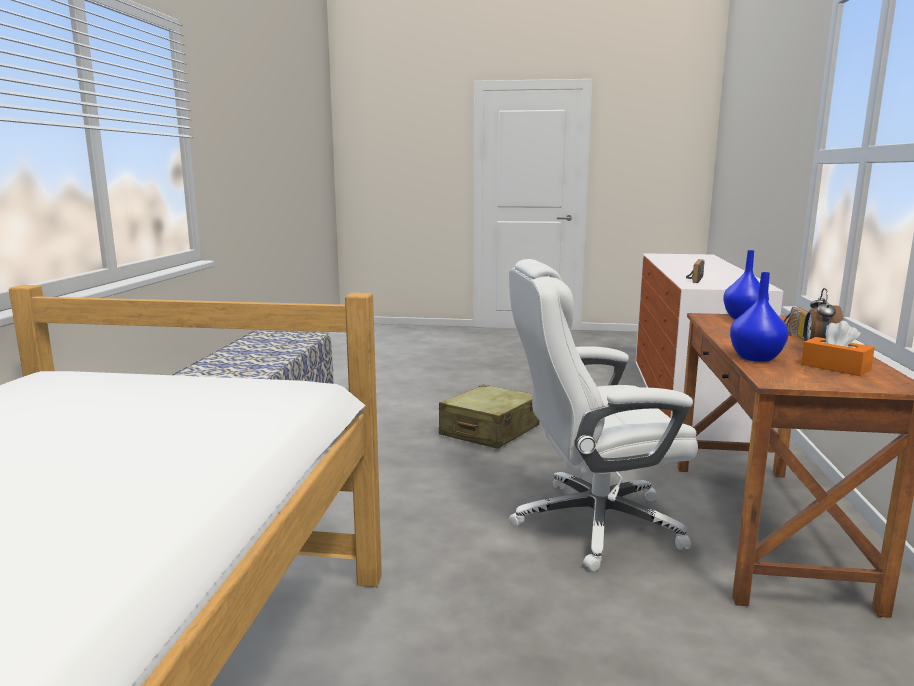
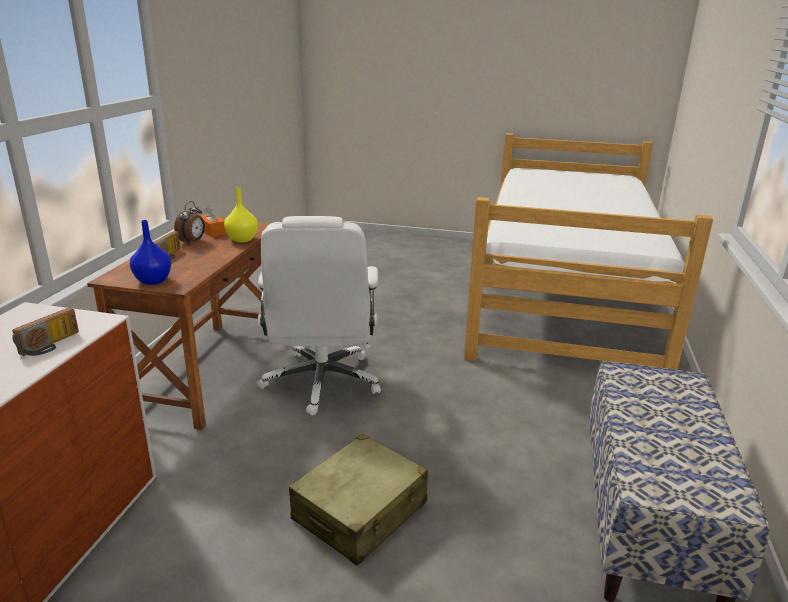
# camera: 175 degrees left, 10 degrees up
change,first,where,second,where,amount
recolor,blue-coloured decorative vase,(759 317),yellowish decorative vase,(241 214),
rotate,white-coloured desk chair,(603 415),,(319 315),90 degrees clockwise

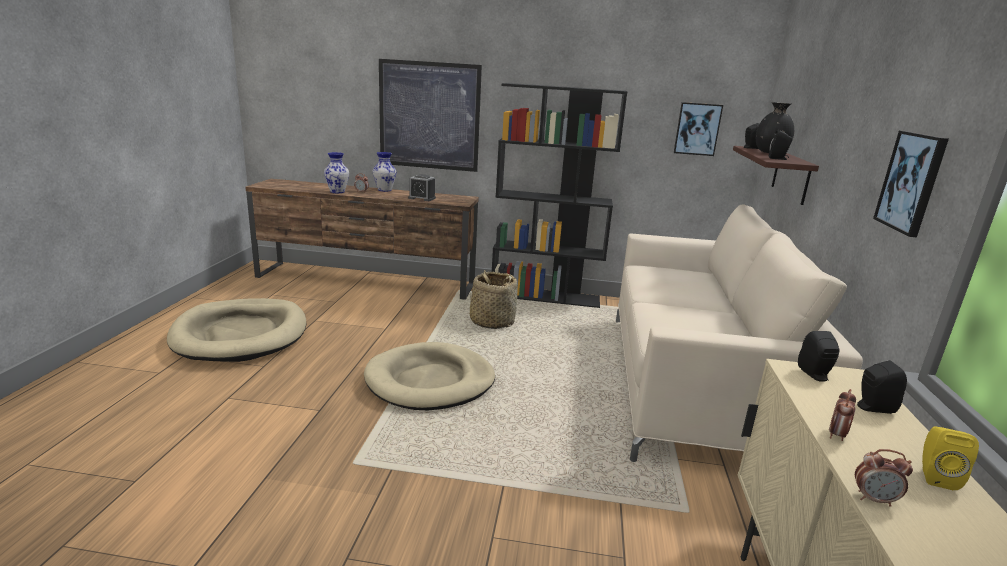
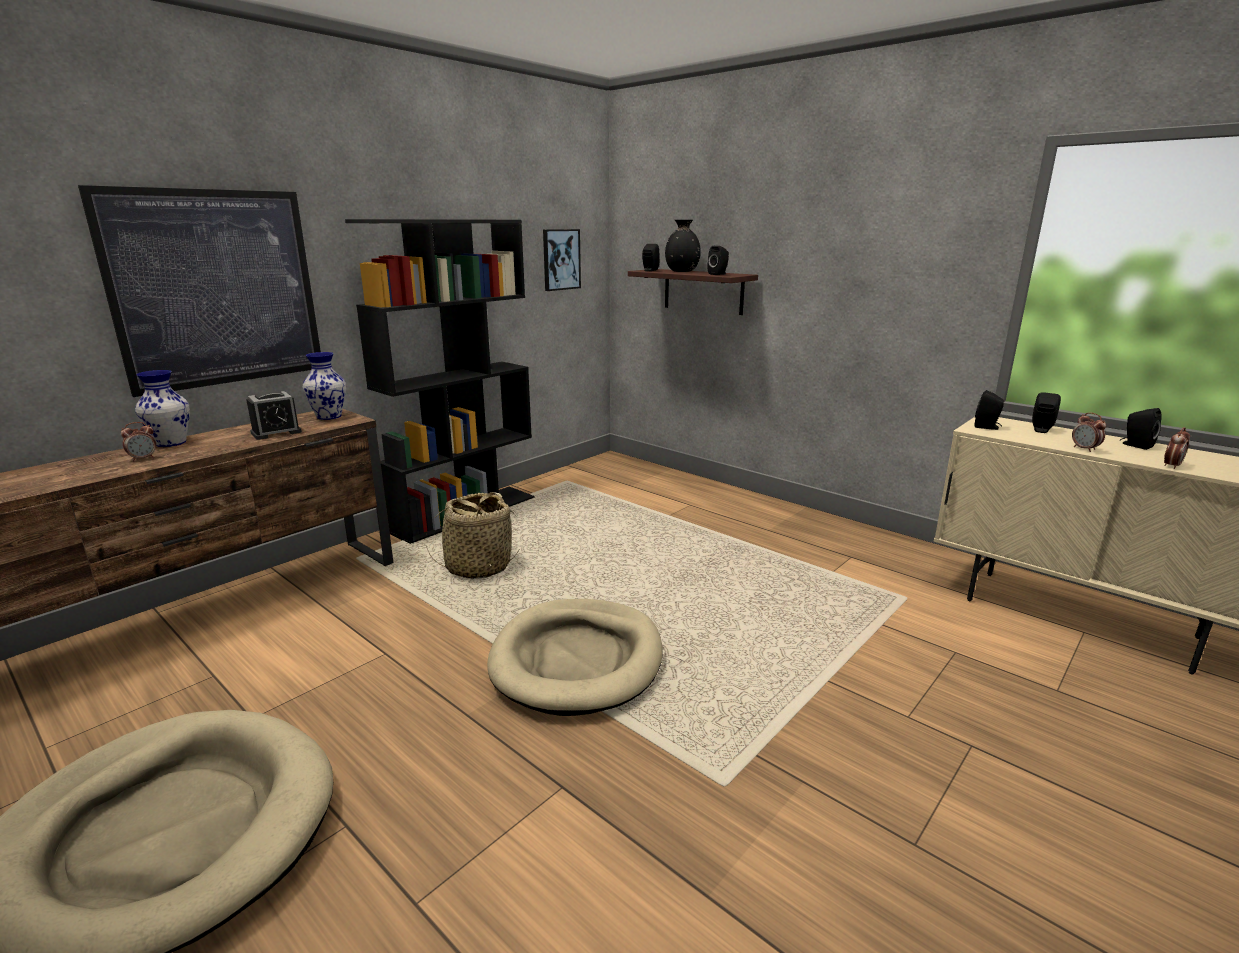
# camera: 55 degrees left, 0 degrees up
change,first,where,second,where,amount
delete,beige sofa,(739 333),,,
delete,picture,(911 184),,,
move,decorative vase,(336 172),,(324 386),
recolor,yellowish loudspeaker,(950 458),black loudspeaker,(1141 429),

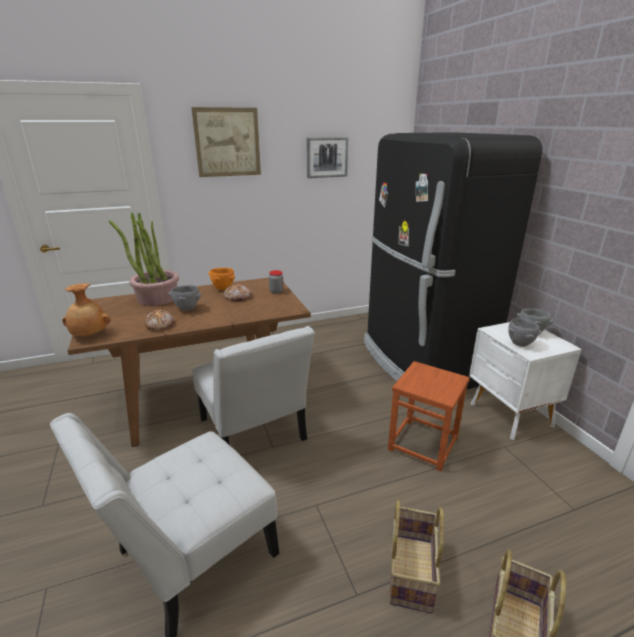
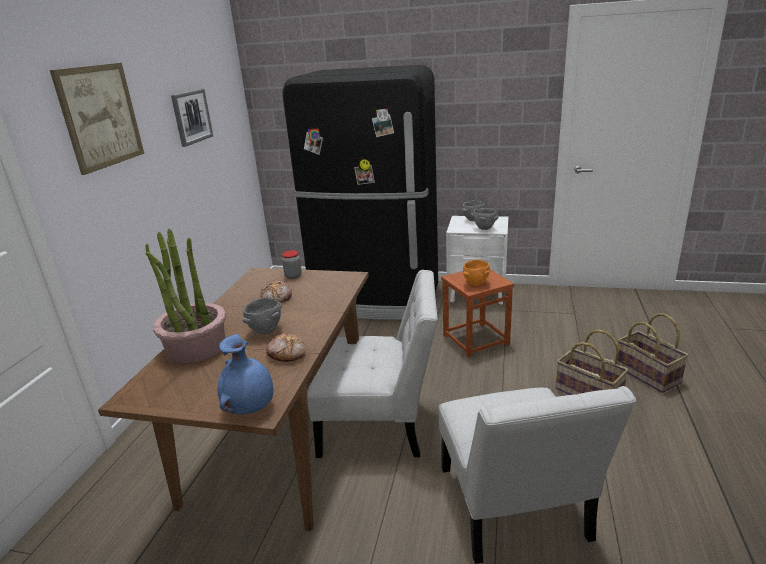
# camera: 55 degrees left, 0 degrees up
change,first,where,second,where,amount
move,orangey bowl,(221 279),,(476 273),
recolor,brownish decorative vase,(86 309),blue-coloured decorative vase,(245 374),

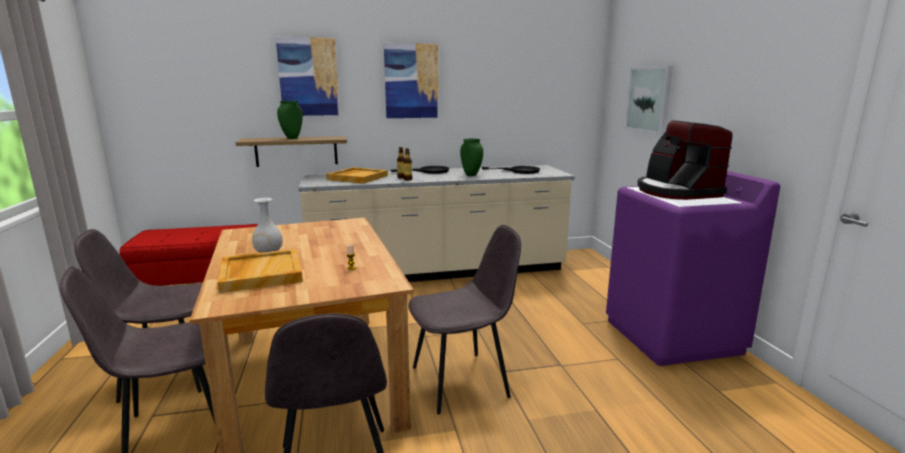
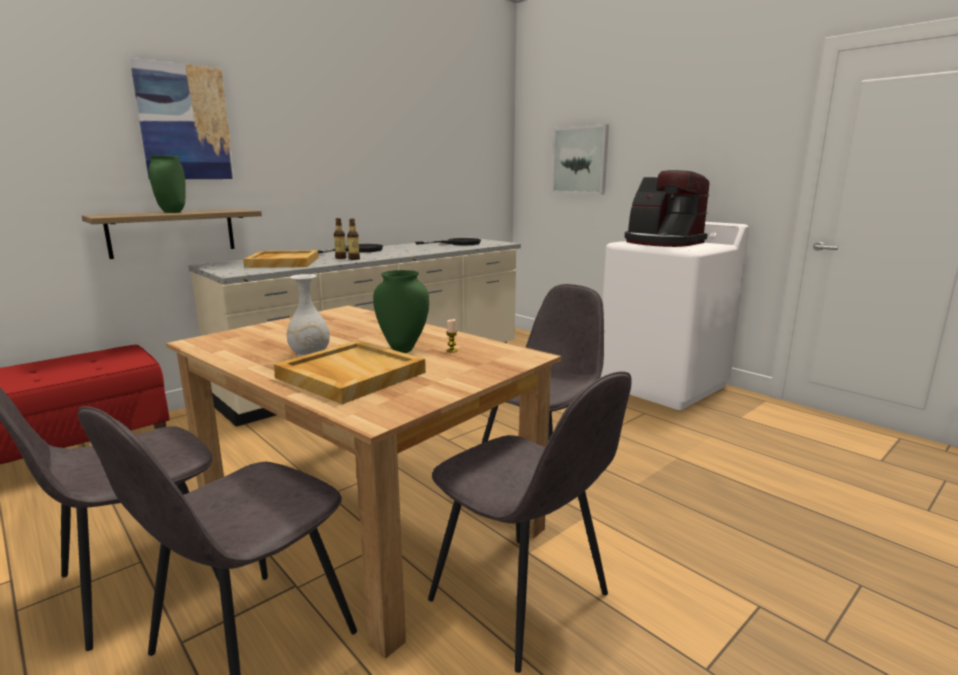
# camera: 30 degrees left, 0 degrees up
change,first,where,second,where,amount
delete,picture,(411 80),,,
move,green-coloured decorative vase,(471 157),,(401 311),
recolor,purple-coloured laundry machine,(693 268),white-coloured laundry machine,(674 316),

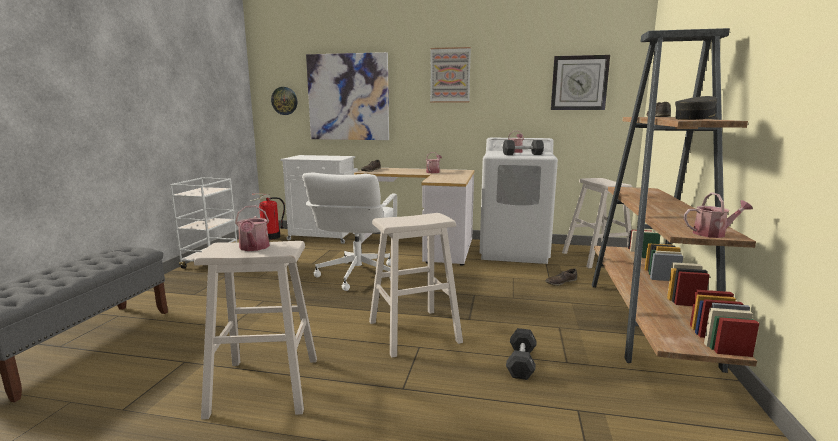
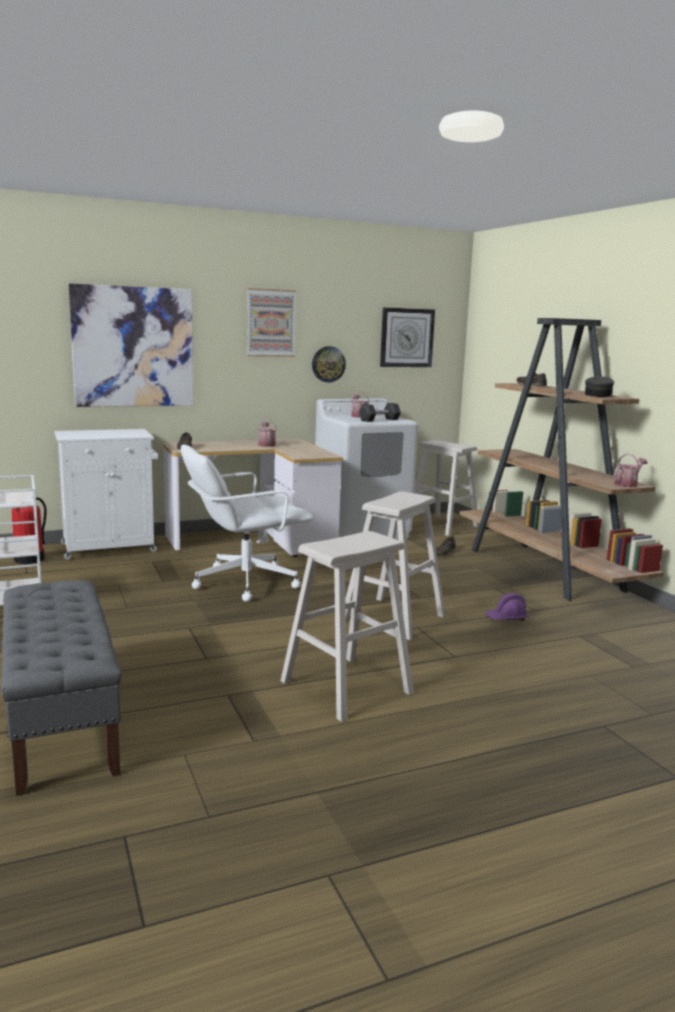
# camera: 35 degrees left, 0 degrees up
change,first,where,second,where,amount
delete,watering pot,(252 228),,,
move,wall clock,(284 101),,(329 364),
replace,black dumbbell,(521 354),purple-coloured work helmet,(507 607),
rotate,white-coloured desk chair,(349 232),,(247 523),90 degrees clockwise

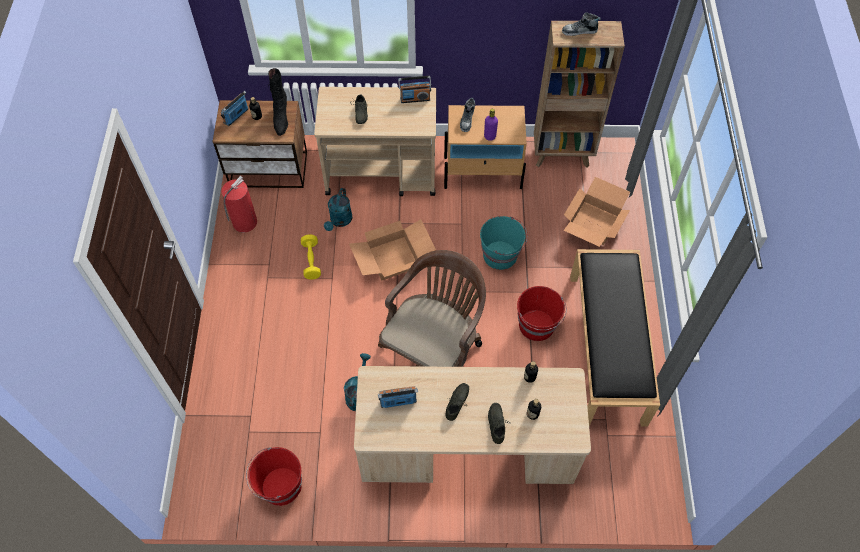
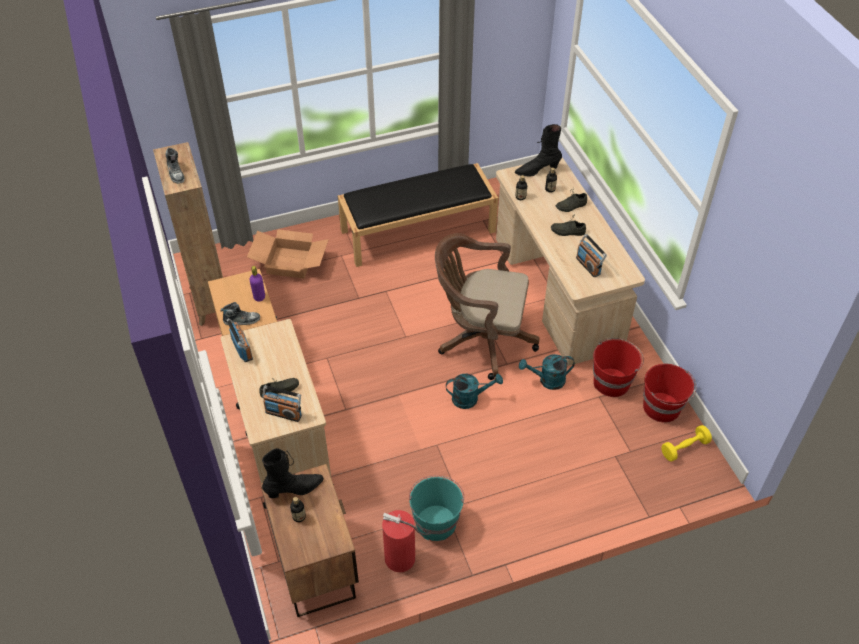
# camera: 110 degrees left, 10 degrees down
change,first,where,second,where,amount
delete,cardboard box,(392 250),,,
insert,,,black tall boot,(538 150),
move,radio set,(234 108),,(282 403),
move,yellowish dumbbell,(311 257),,(686 443),
move,blue-green watering pot,(338 209),,(474 391),
move,blue-green pail,(504 243),,(436 508),
move,reddish pail,(542 313),,(618 367),

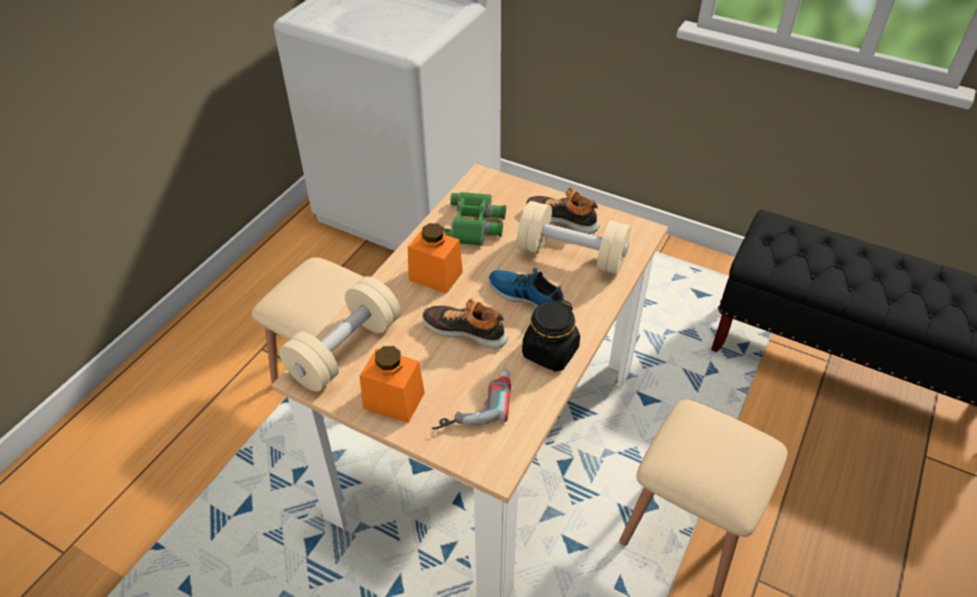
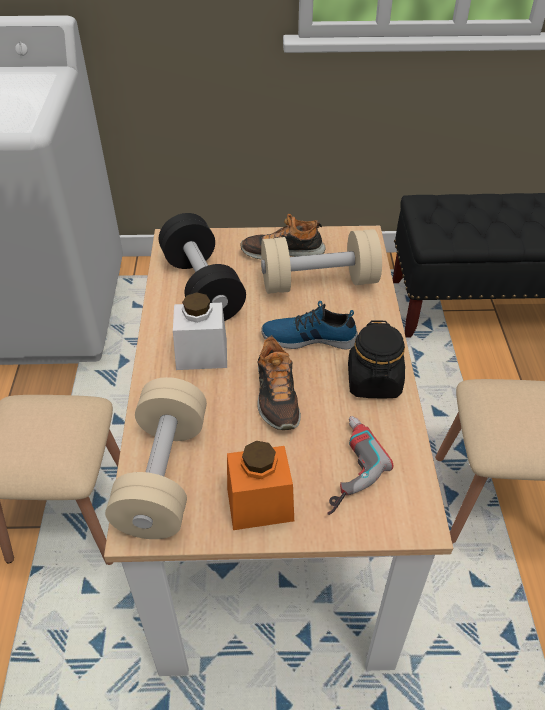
# camera: 30 degrees left, 0 degrees up
change,first,where,second,where,amount
replace,green-coloured pair of binoculars,(474 219),black dumbbell,(202 267),
recolor,orangey jar,(435 258),white-coloured jar,(200 331),
rotate,low shoe,(465 323),,(279 382),90 degrees counterclockwise

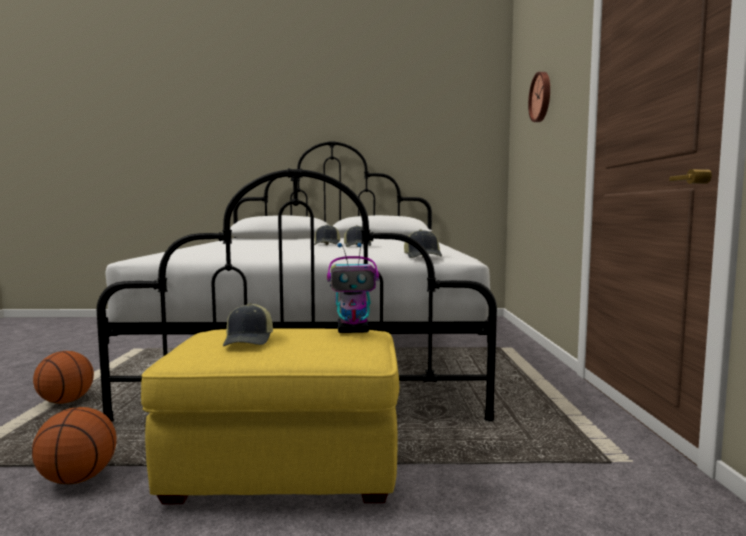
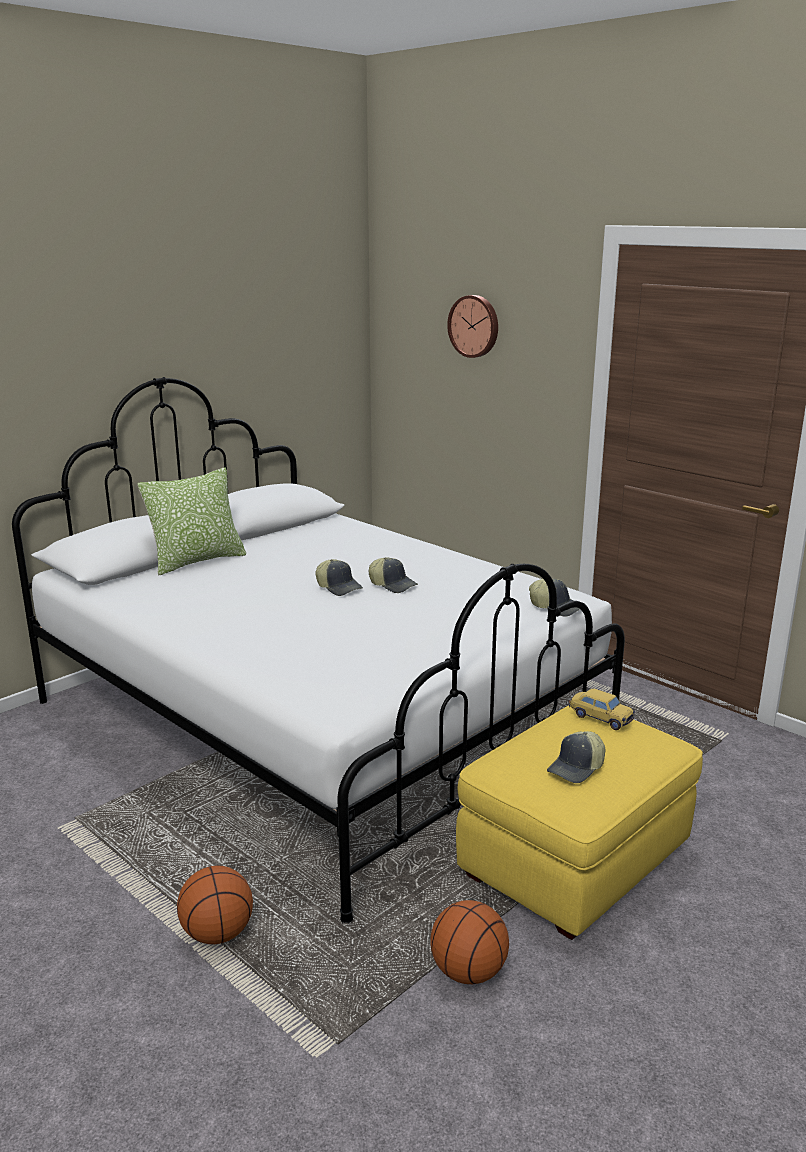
# camera: 45 degrees left, 15 degrees up
change,first,where,second,where,amount
insert,,,throw pillow,(191 521),
replace,robot figure,(353 288),model car,(602 709),
rotate,baseball cap,(248 324),,(576 757),90 degrees clockwise

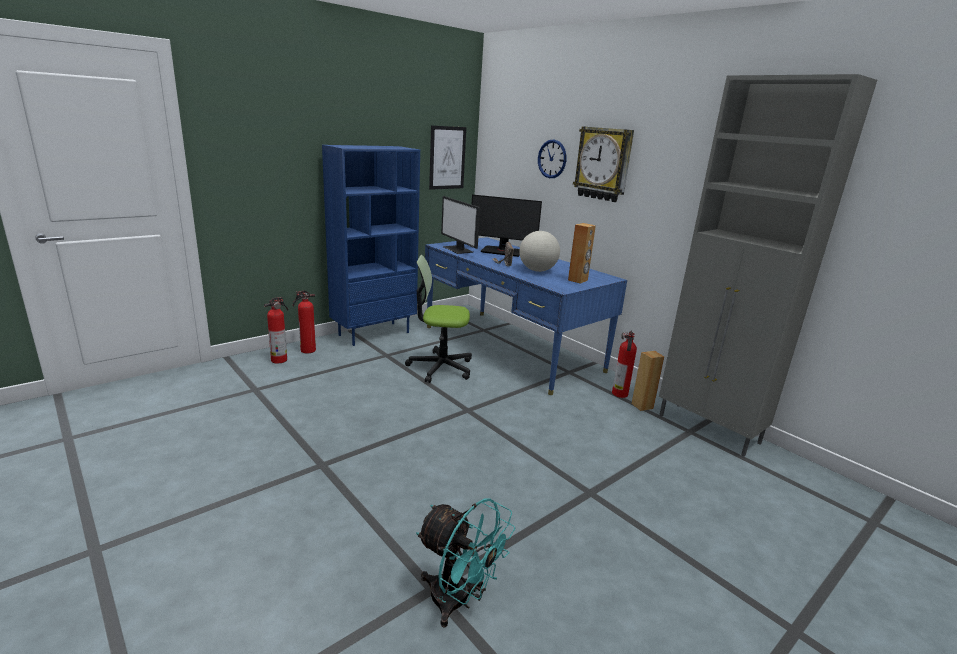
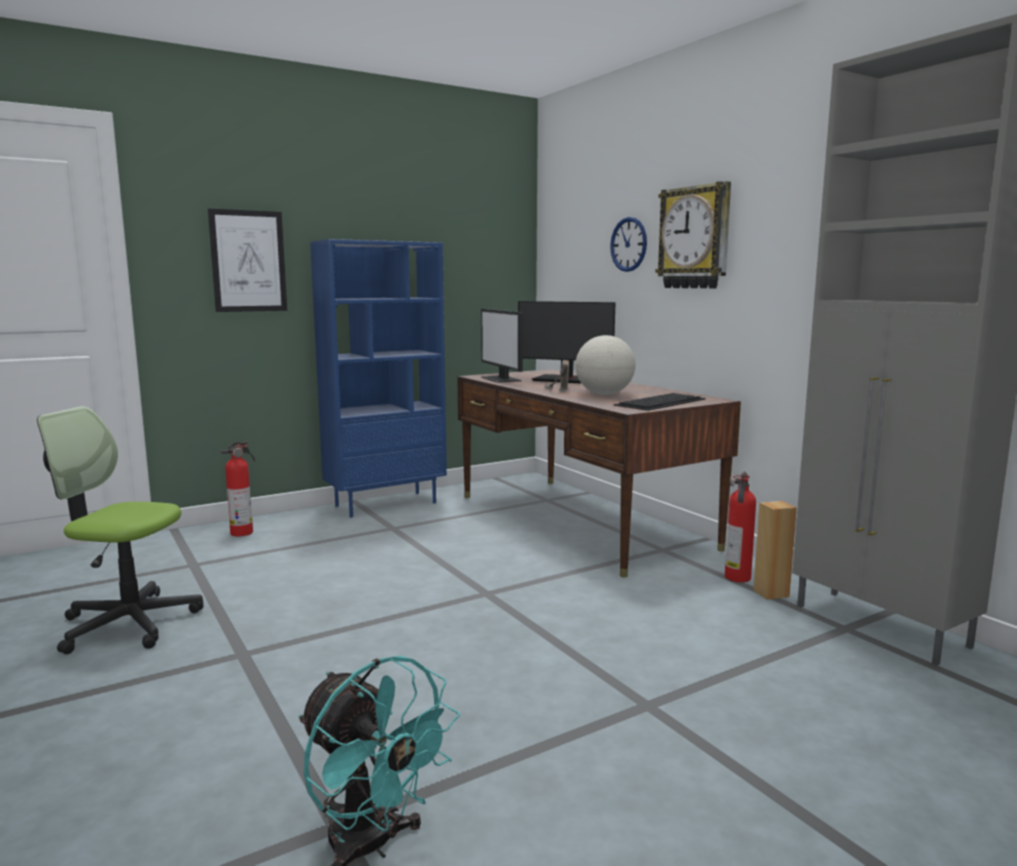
# camera: 10 degrees right, 10 degrees down
change,first,where,second,where,amount
delete,extinguisher,(304 322),,,
move,desk chair,(438 319),,(120 530),
move,picture,(447 158),,(247 260),
replace,brownish loudspeaker,(582 253),computer keyboard,(660 402),
recolor,blue-coloured desk unit,(526 316),brownish desk unit,(599 473),

